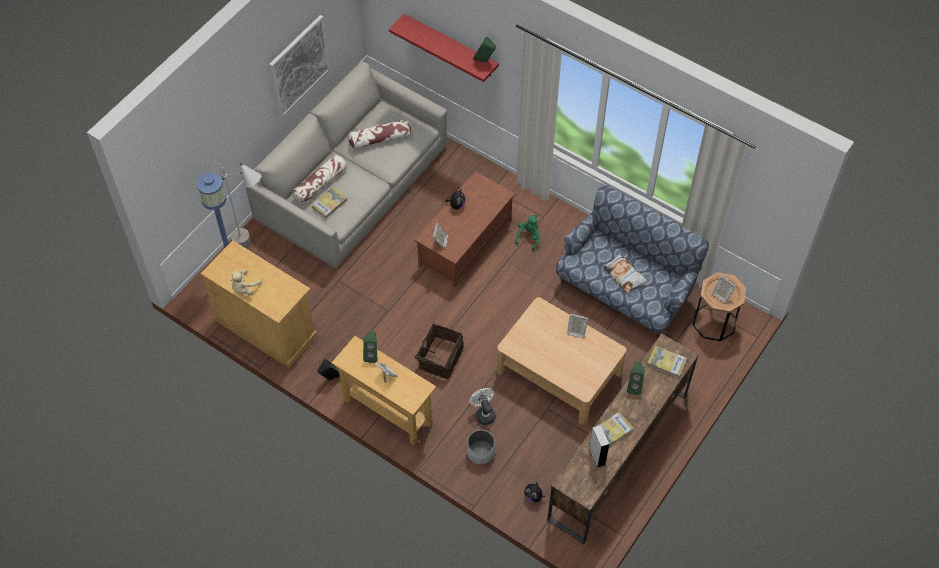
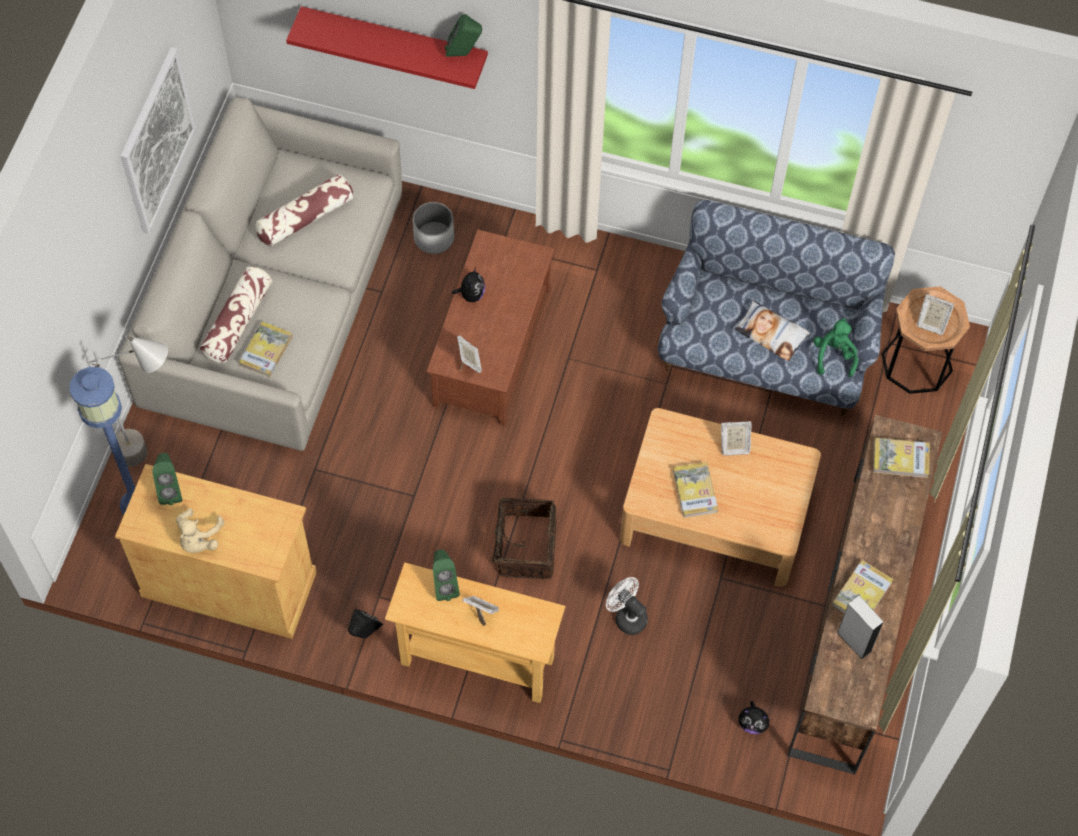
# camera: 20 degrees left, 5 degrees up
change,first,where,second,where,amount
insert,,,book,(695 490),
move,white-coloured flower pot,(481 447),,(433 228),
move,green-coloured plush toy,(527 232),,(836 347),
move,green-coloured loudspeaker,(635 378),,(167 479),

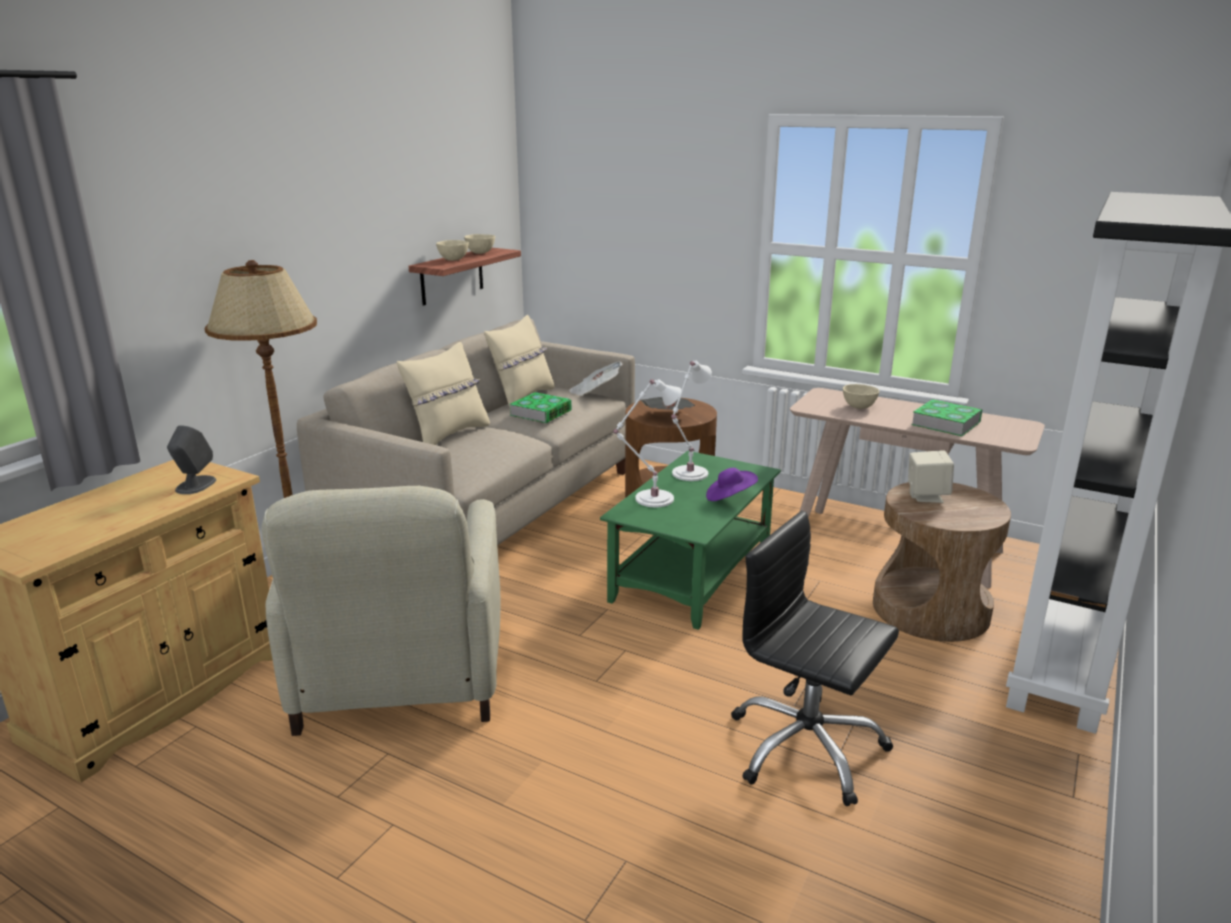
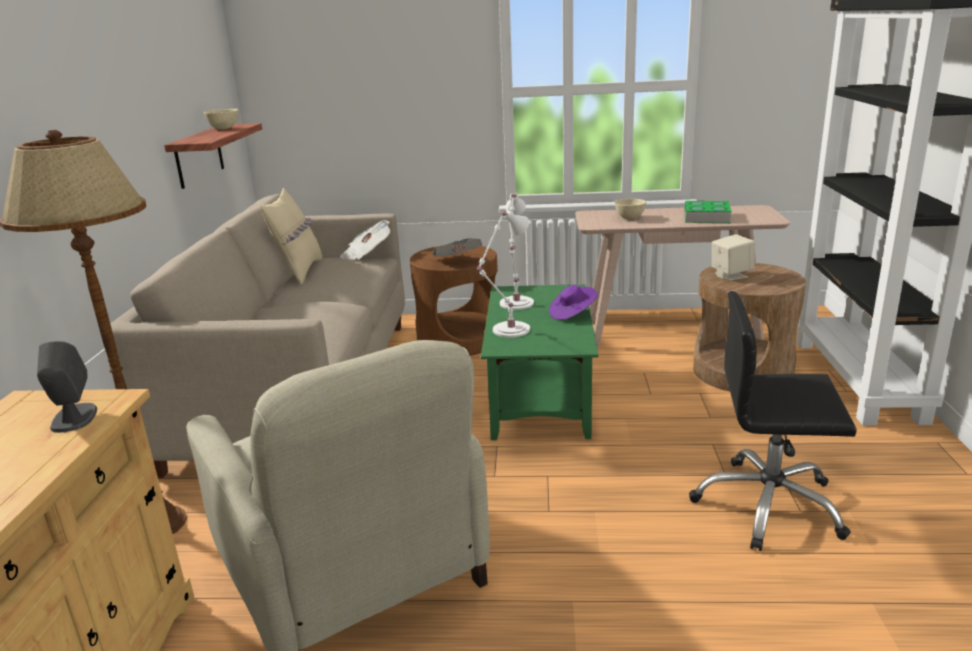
# camera: 25 degrees left, 0 degrees up
change,first,where,second,where,amount
delete,beige throw pillow,(443 393),,,
delete,beige bowl,(452 250),,,
delete,book,(540 407),,,

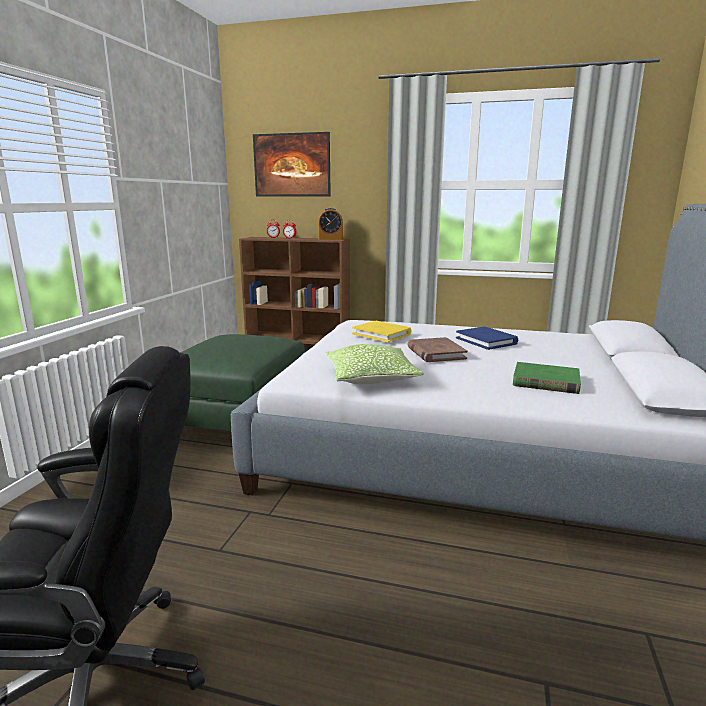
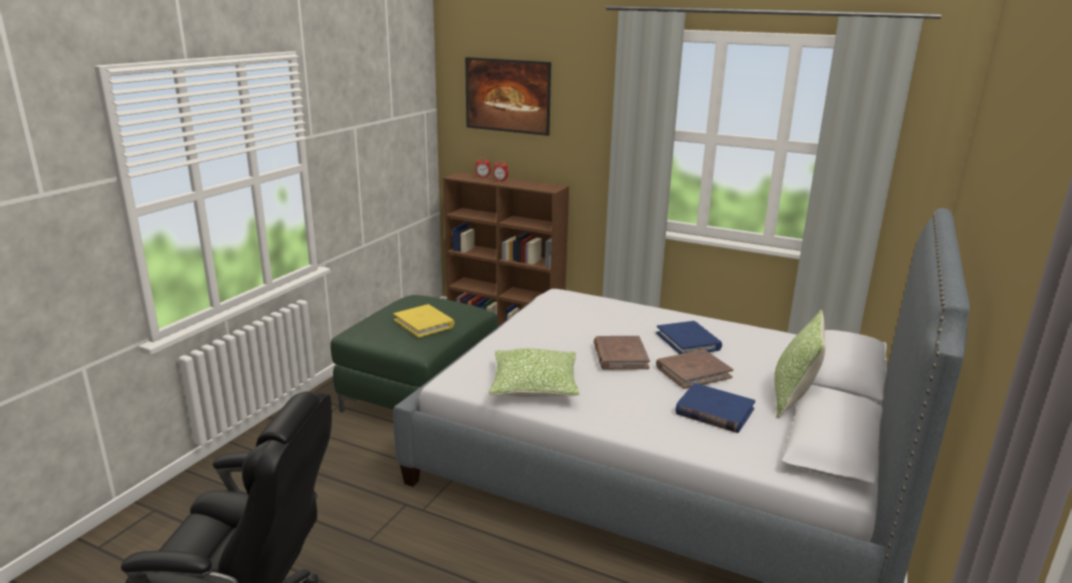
# camera: 10 degrees right, 5 degrees up
change,first,where,second,where,amount
delete,bedside clock,(330 224),,,
insert,,,brownish book,(694 369),
insert,,,throw pillow,(799 364),
move,yellowish book,(381 331),,(424 321),
recolor,green-coloured book,(547 378),blue-coloured book,(715 408),

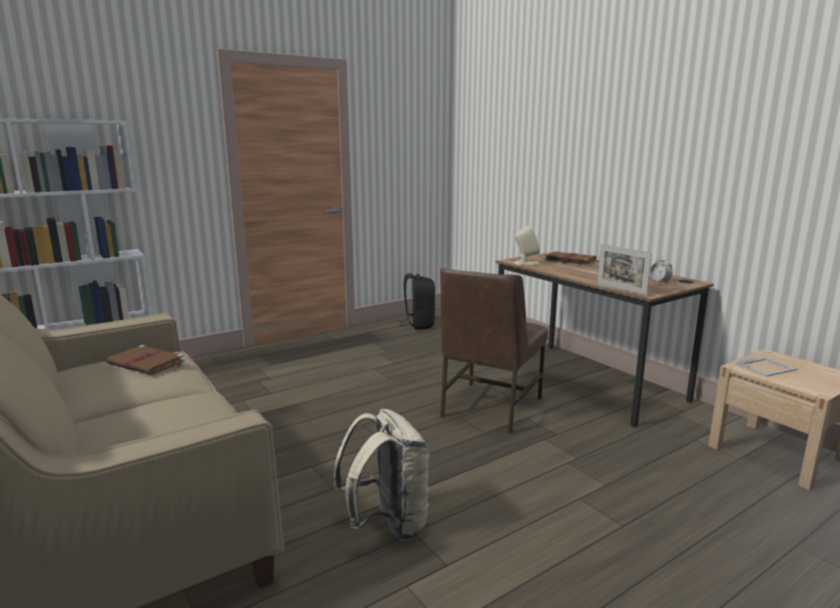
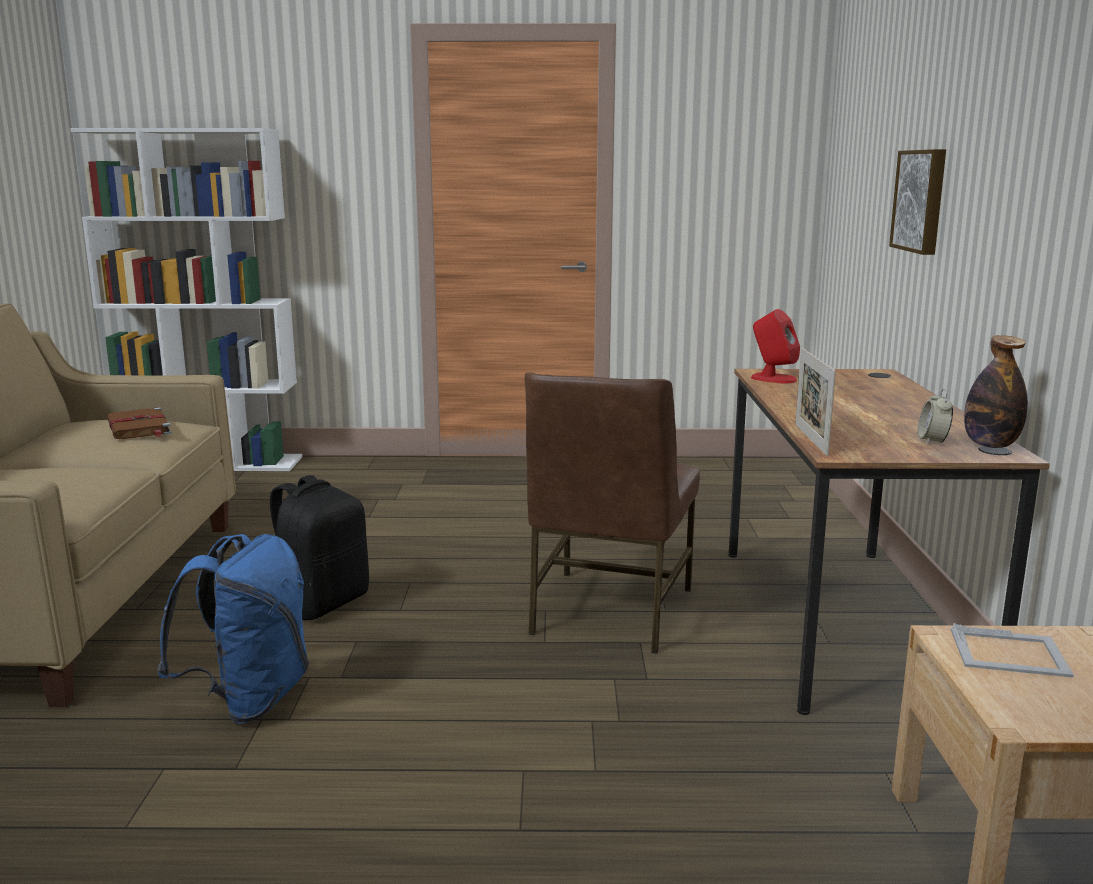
# camera: 35 degrees right, 0 degrees up
change,first,where,second,where,amount
delete,brownish book,(571 259),,,
insert,,,picture,(917 202),
insert,,,beverage bottle,(996 391),
move,black backpack,(416 301),,(319 547),
recolor,beige backpack,(382 475),blue-coloured backpack,(233 629),
recolor,beige loudspeaker,(527 245),reddish loudspeaker,(775 346),
rotate,brownish upright chair,(494 351),,(612 513),45 degrees counterclockwise

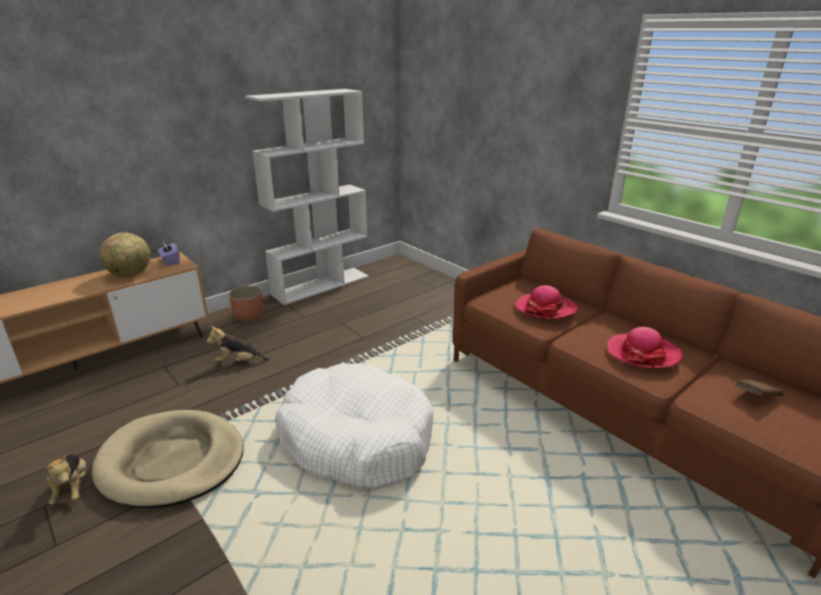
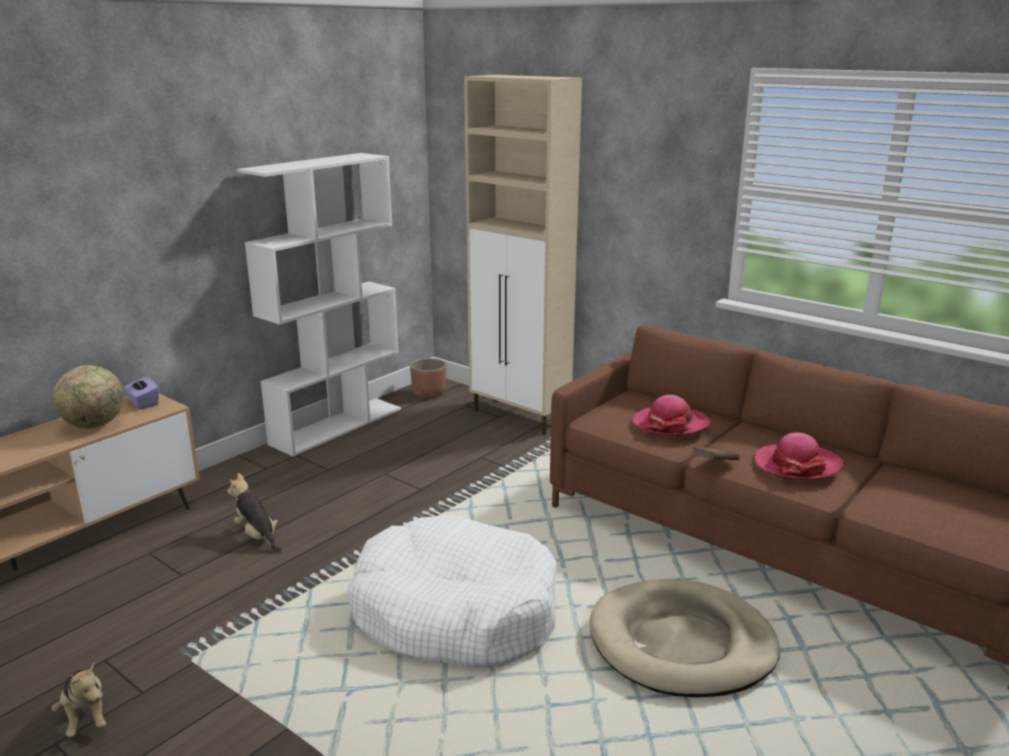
# camera: 10 degrees left, 5 degrees down
change,first,where,second,where,amount
insert,,,beige storage cabinet,(523 255),
move,beige dog cushion,(168 459),,(684 638),
move,flower pot,(246 303),,(428 378),
move,brownish book,(759 387),,(716 453),
rotate,plush toy,(238 343),,(254 513),60 degrees clockwise

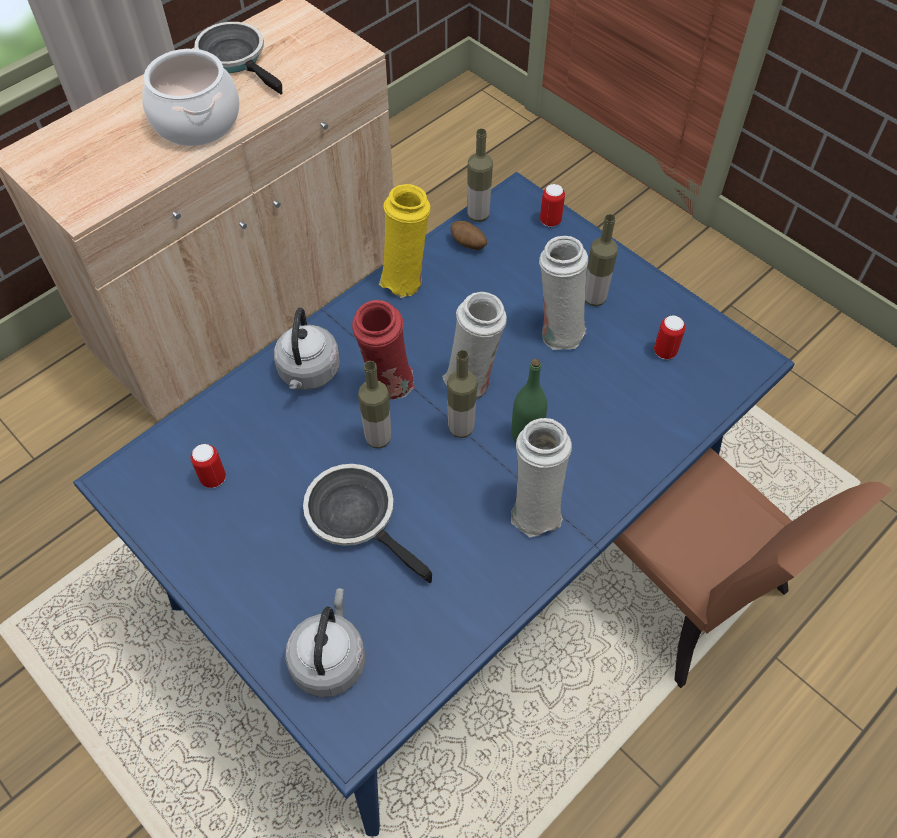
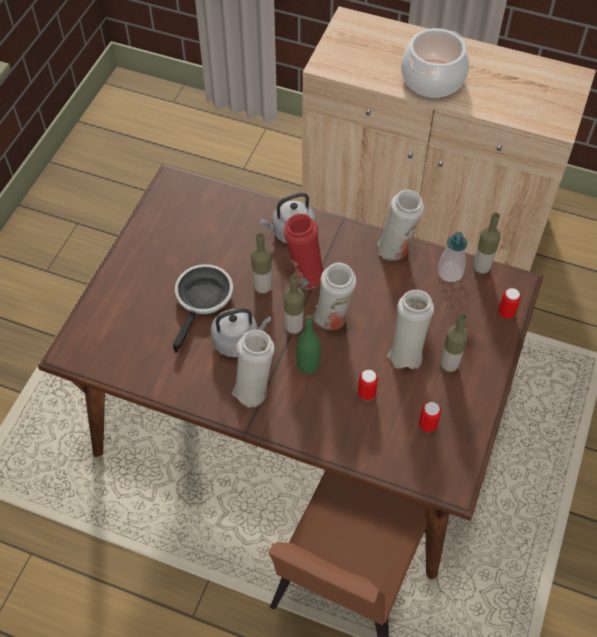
# camera: 65 degrees right, 0 degrees up
change,first,where,second,where,amount
delete,frying pan,(238 58),,,
move,can,(208 466),,(368 385),
move,gray kettle,(325 642),,(241 332),
replace,potato,(469 235),soap bottle,(452 257),
recolor,blue-coloured dinner table,(434 504),brownish dinner table,(290 372),
recolor,yellowish decorative vase,(404 241),white-coloured decorative vase,(400 225),

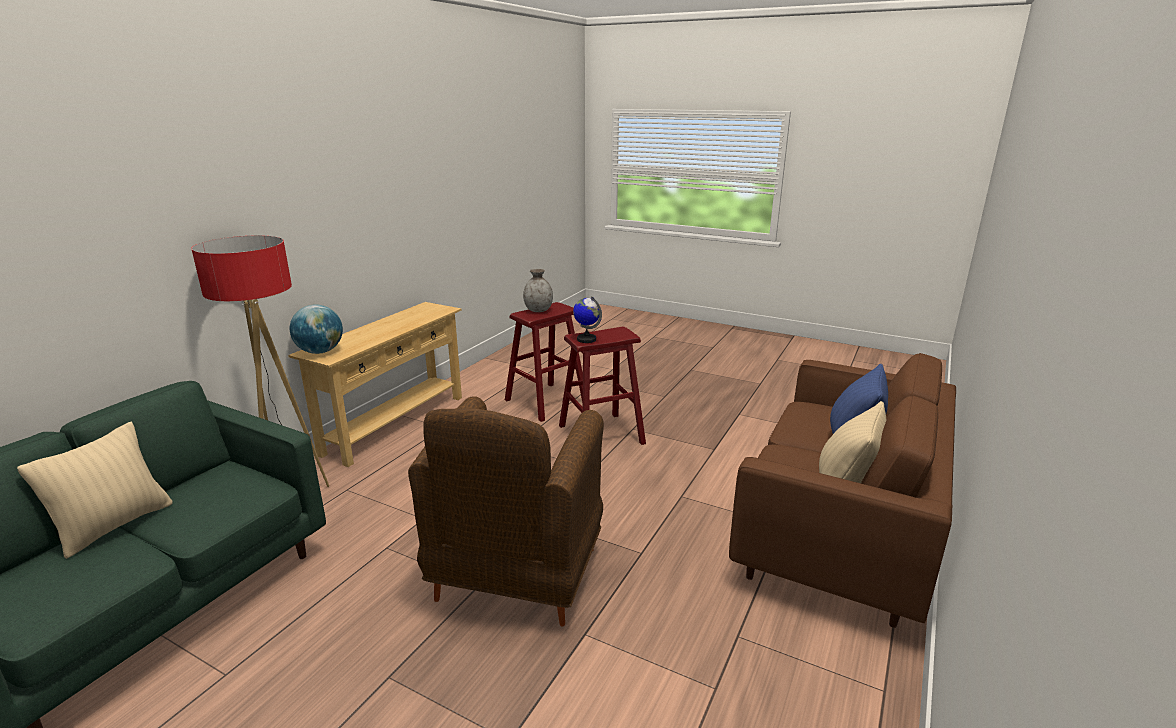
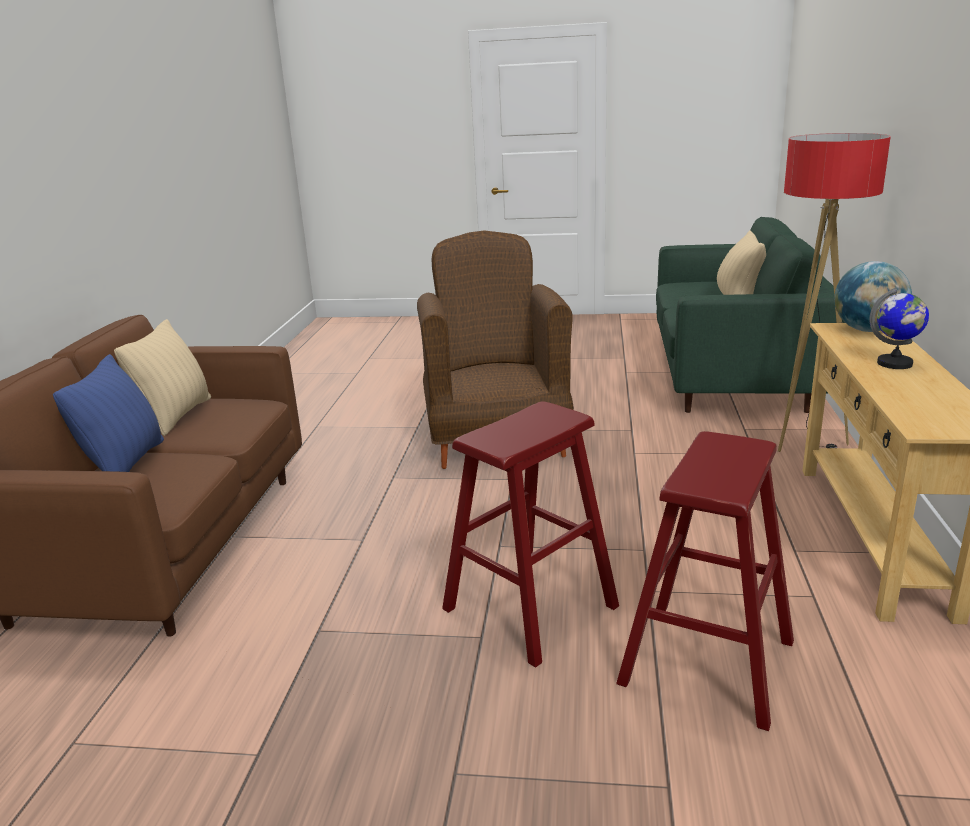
# camera: 160 degrees right, 0 degrees up
change,first,where,second,where,amount
delete,gray decorative vase,(538 290),,,
move,globe,(587 319),,(899 328),

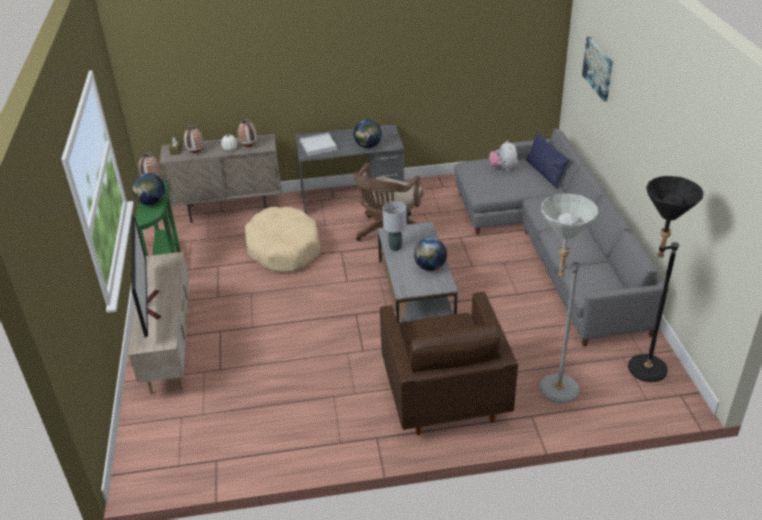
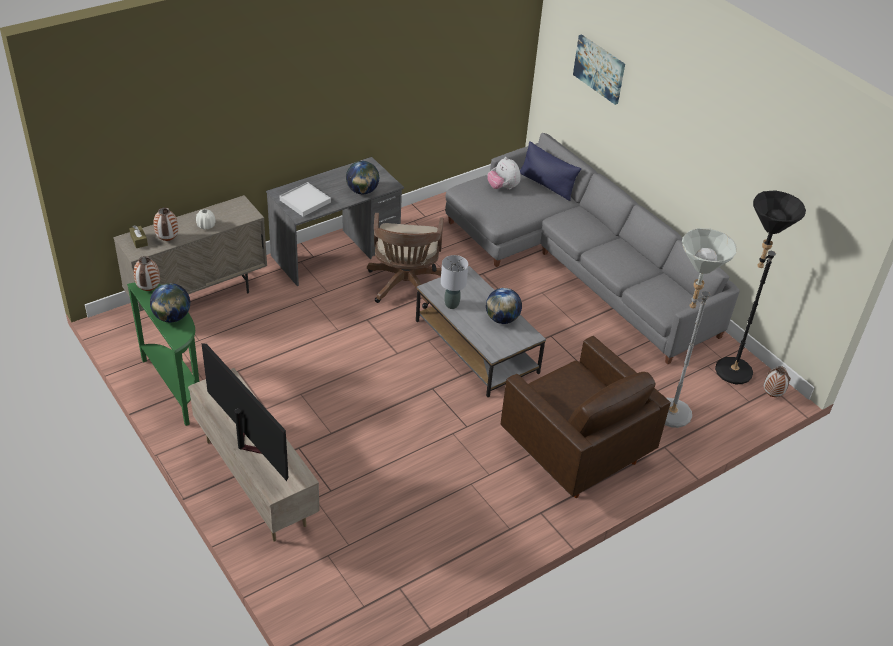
# camera: 30 degrees left, 5 degrees up
change,first,where,second,where,amount
delete,beige dog cushion,(282 239),,,
move,decorative vase,(247 133),,(777 381),

